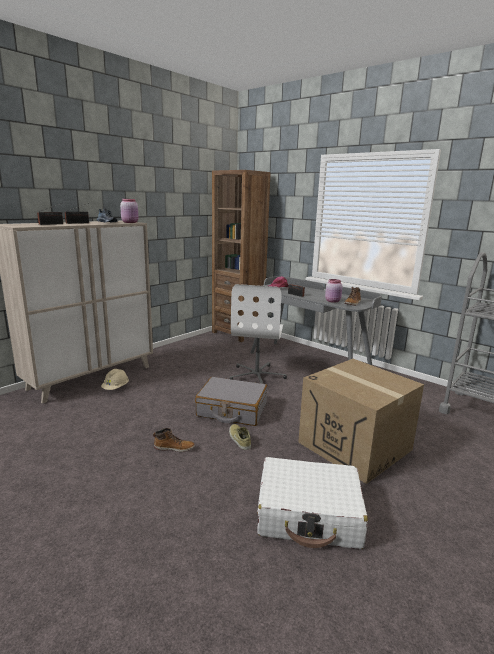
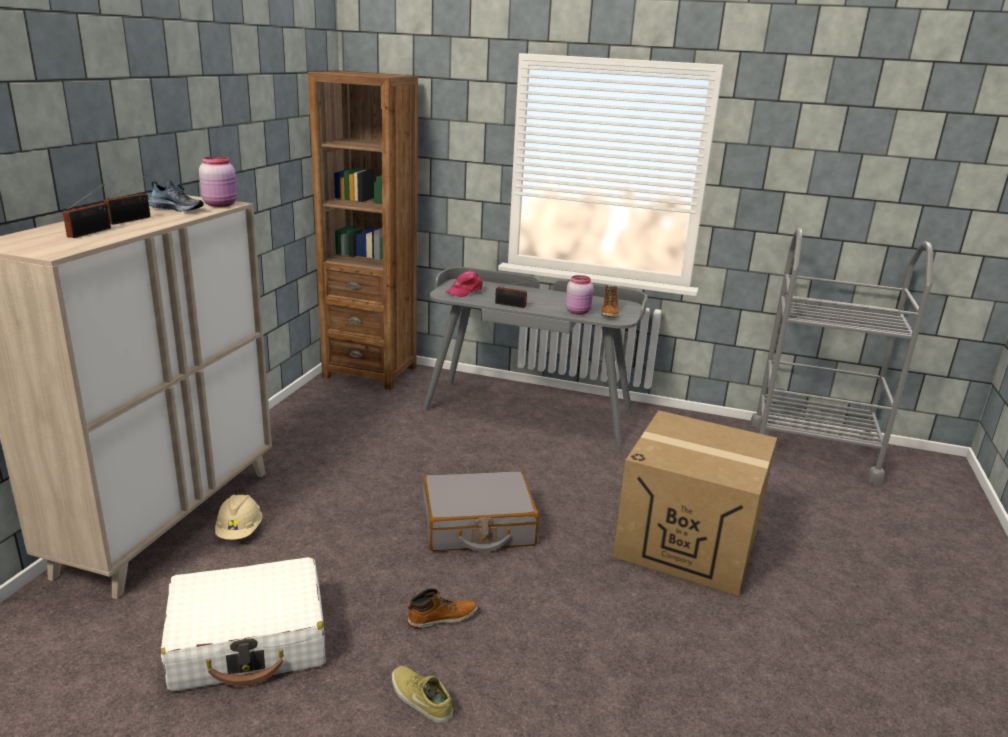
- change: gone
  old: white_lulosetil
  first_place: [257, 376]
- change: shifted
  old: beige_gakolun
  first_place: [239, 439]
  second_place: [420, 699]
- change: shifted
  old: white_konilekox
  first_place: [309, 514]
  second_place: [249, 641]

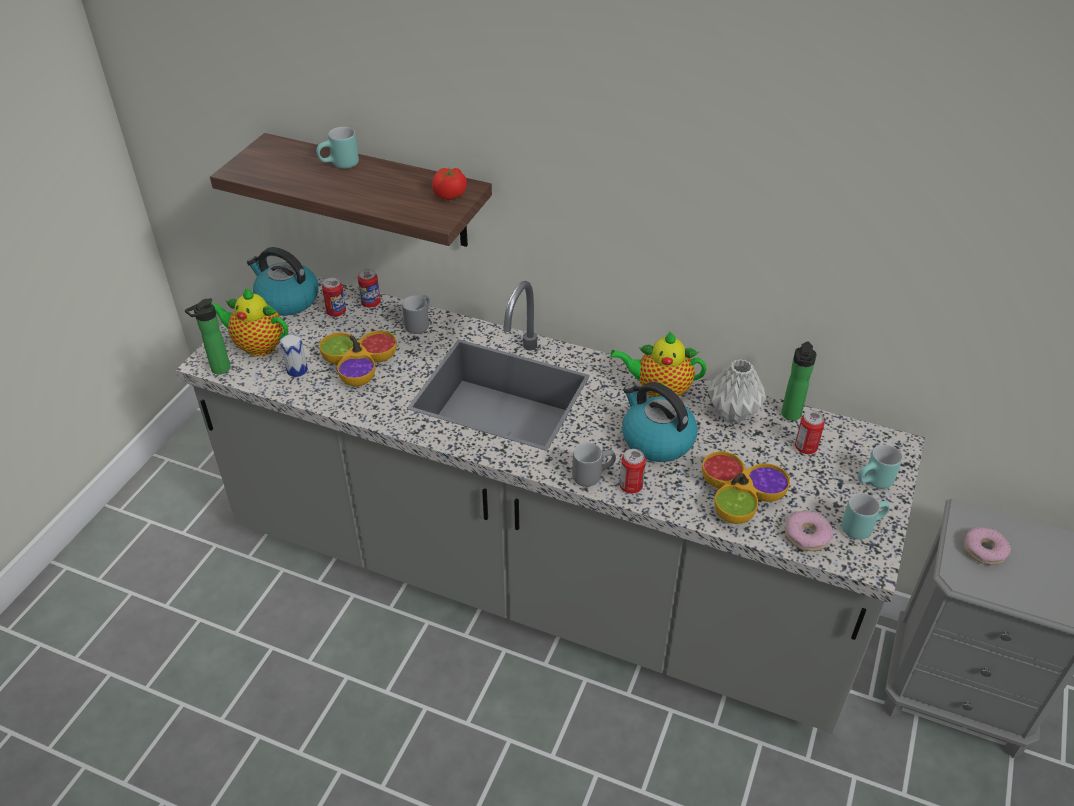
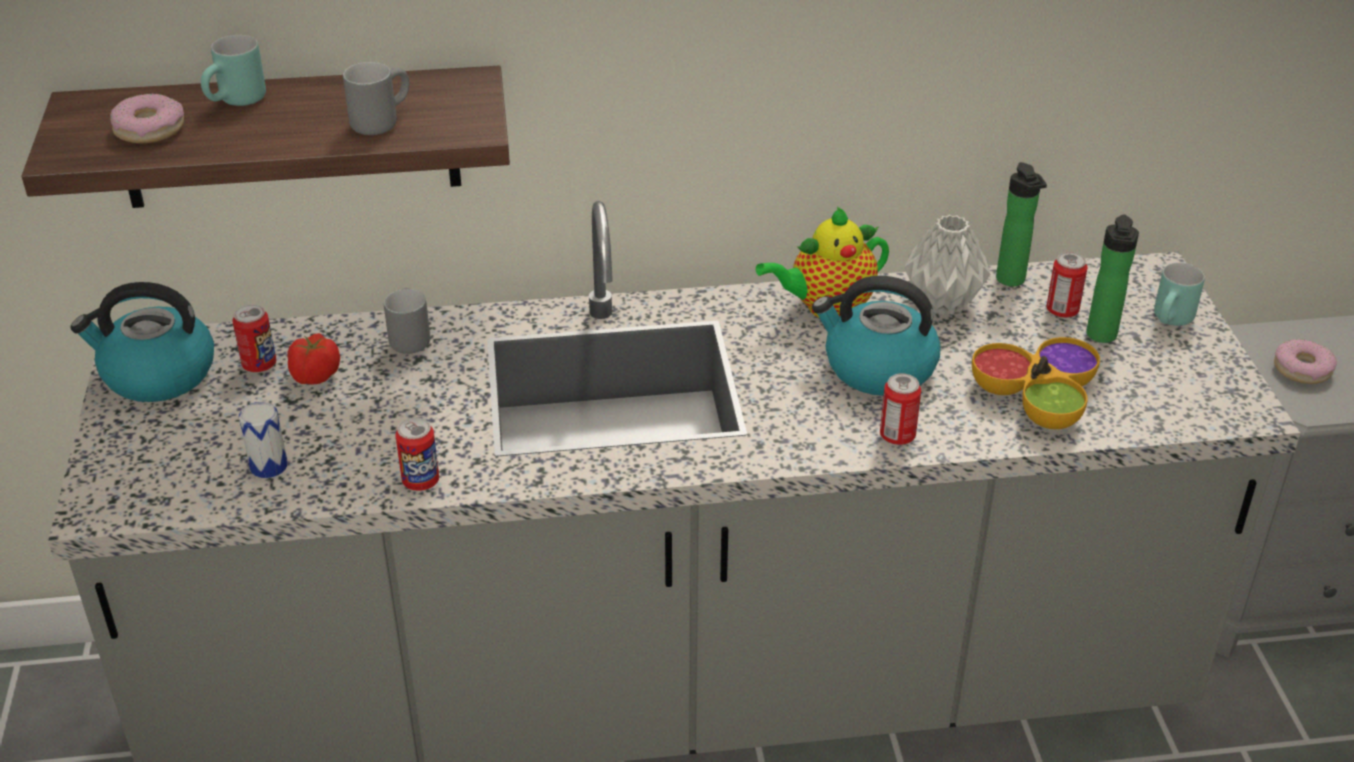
- change: shifted
  old: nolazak
  first_place: [218, 370]
  second_place: [1101, 337]
- change: gone
  old: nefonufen
  first_place: [256, 345]
- change: gone
  old: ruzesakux
  first_place: [359, 365]
- change: shifted
  old: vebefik
  first_place: [371, 303]
  second_place: [421, 481]
- change: shifted
  old: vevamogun
  first_place: [449, 195]
  second_place: [315, 376]
- change: shifted
  old: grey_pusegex
  first_place: [592, 474]
  second_place: [380, 121]
- change: shifted
  old: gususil
  first_place: [807, 535]
  second_place: [150, 129]
- change: gone
  old: turquoise_pusegex
  first_place: [861, 526]

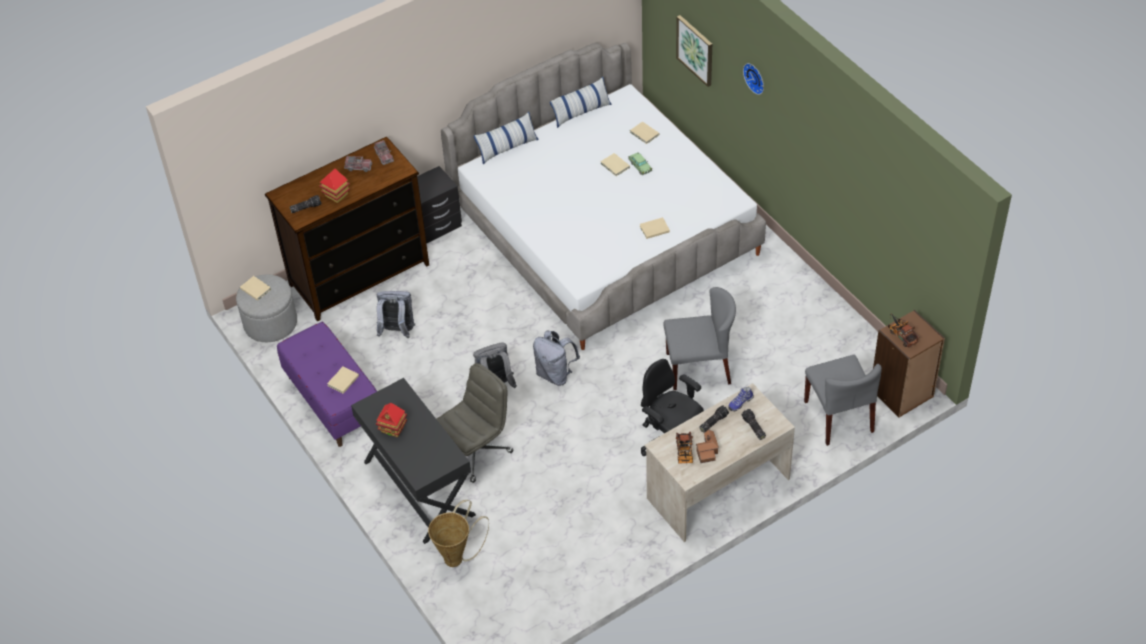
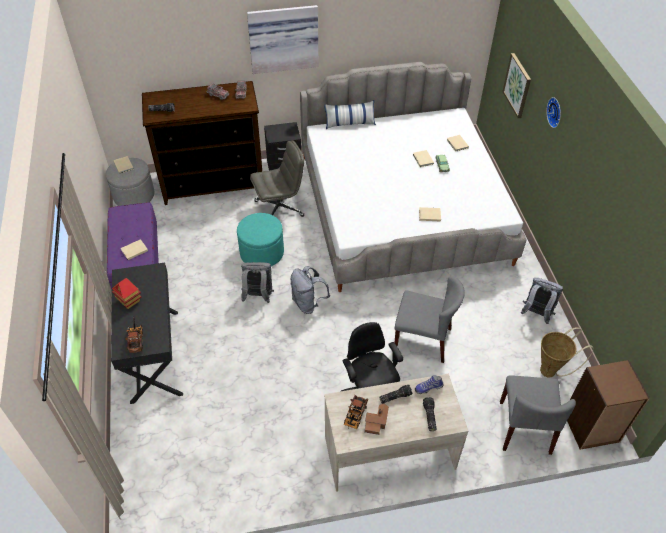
- change: gone
  old: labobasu
  first_place: [336, 195]
- change: shifted
  old: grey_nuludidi
  first_place: [397, 331]
  second_place: [536, 314]
- change: shifted
  old: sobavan
  first_place: [457, 557]
  second_place: [551, 370]
- change: shifted
  old: grey_lulosetil
  first_place: [475, 451]
  second_place: [279, 208]
- change: gone
  old: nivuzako
  first_place: [581, 112]
- change: shifted
  old: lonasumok
  first_place: [901, 334]
  second_place: [136, 339]
- change: new
  new: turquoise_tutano
  second_place: [262, 252]
- change: new
  new: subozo
  second_place: [283, 38]

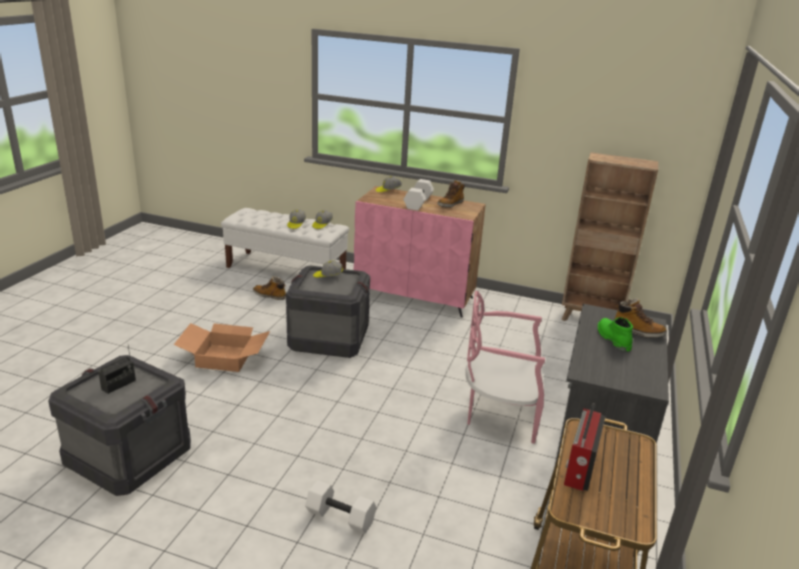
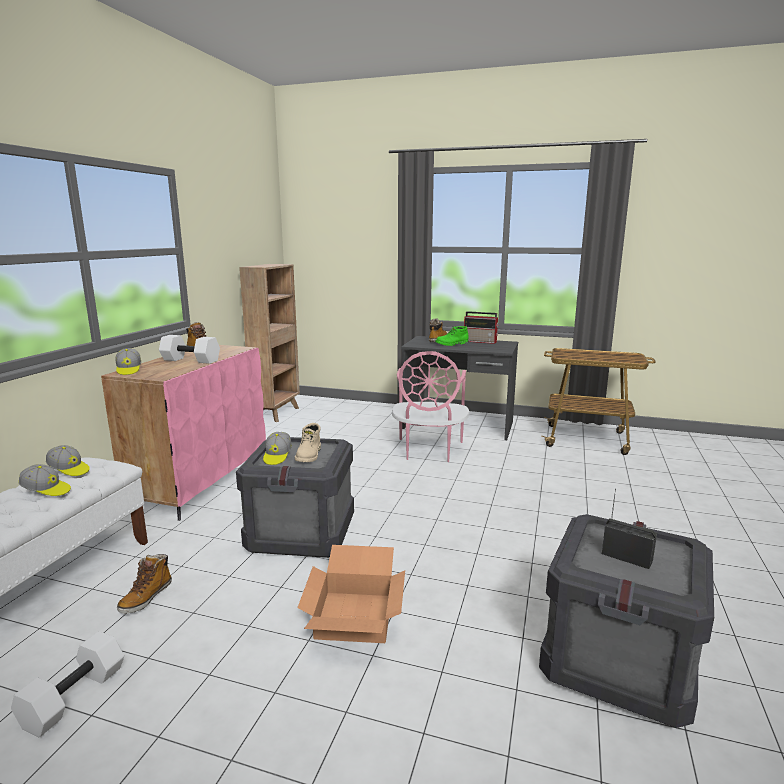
- change: shifted
  old: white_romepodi
  first_place: [339, 517]
  second_place: [74, 698]
- change: shifted
  old: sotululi
  first_place: [579, 469]
  second_place: [481, 341]
- change: new
  new: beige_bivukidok
  second_place: [309, 455]

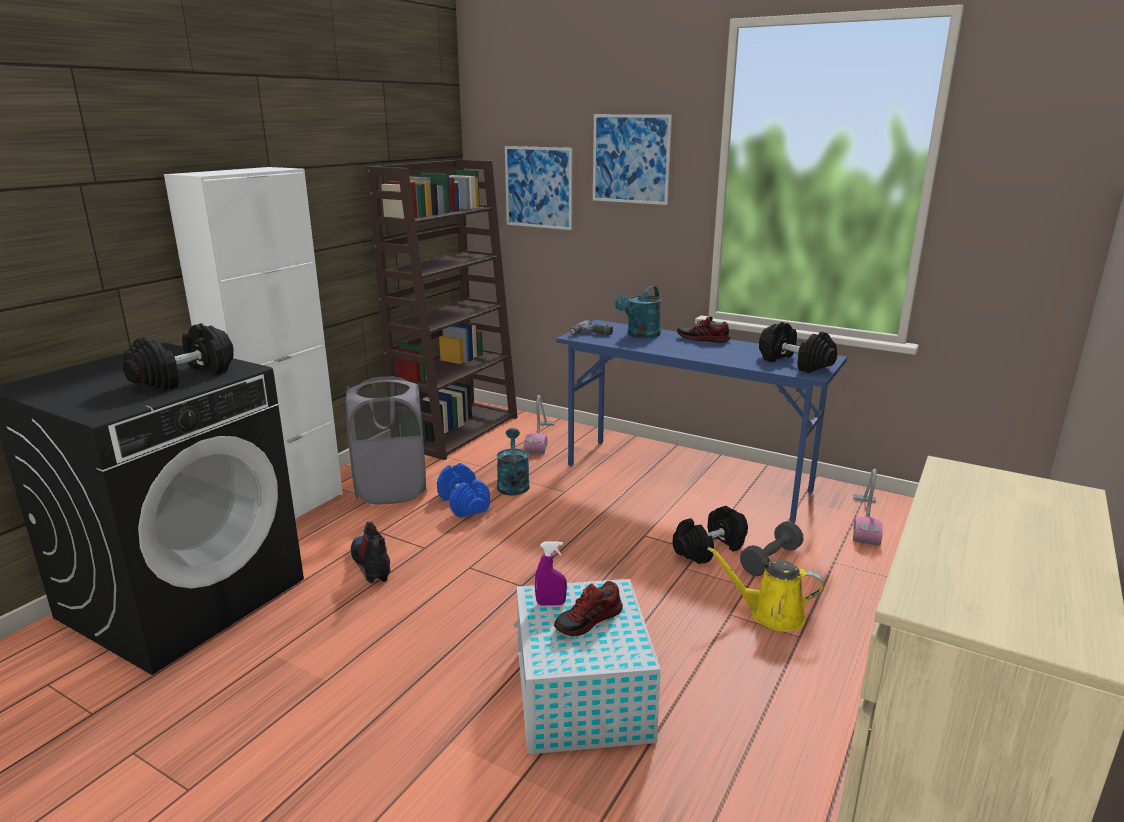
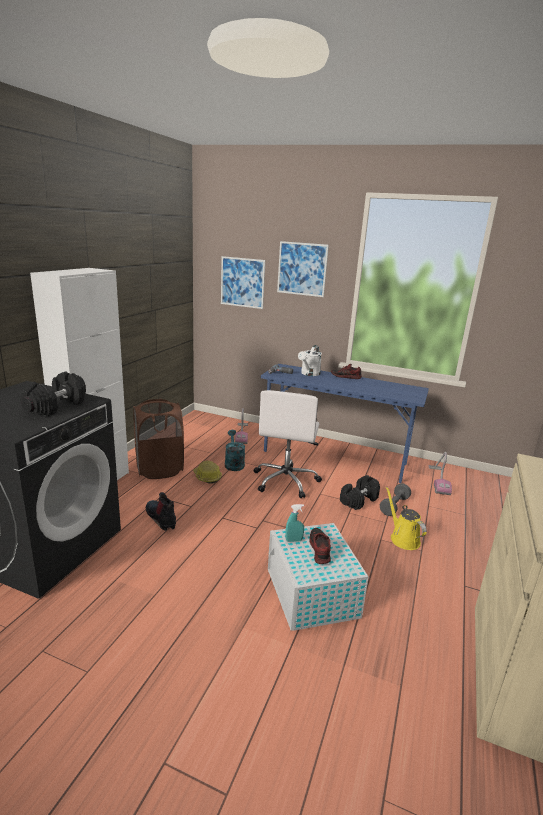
- change: repainted
  old: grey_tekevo
  new: brown_tekevo
  first_place: [392, 489]
  second_place: [159, 469]
- change: gone
  old: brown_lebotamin
  first_place: [457, 430]
- change: swapped
  old: blue_romepodi
  new: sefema
  first_place: [463, 503]
  second_place: [207, 477]
- change: repainted
  old: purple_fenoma
  new: turquoise_fenoma
  first_place: [550, 603]
  second_place: [293, 540]
- change: rotated
  old: gakolun
  first_place: [588, 620]
  second_place: [319, 549]
  degrees: 135
- change: repainted
  old: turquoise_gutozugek
  new: white_gutozugek
  first_place: [640, 335]
  second_place: [309, 374]
- change: rotated
  old: yellow_gutozugek
  first_place: [771, 615]
  second_place: [403, 538]
  degrees: 60
- change: gone
  old: black_romepodi
  first_place: [795, 363]
- change: new
  new: white_lulosetil
  second_place: [286, 481]

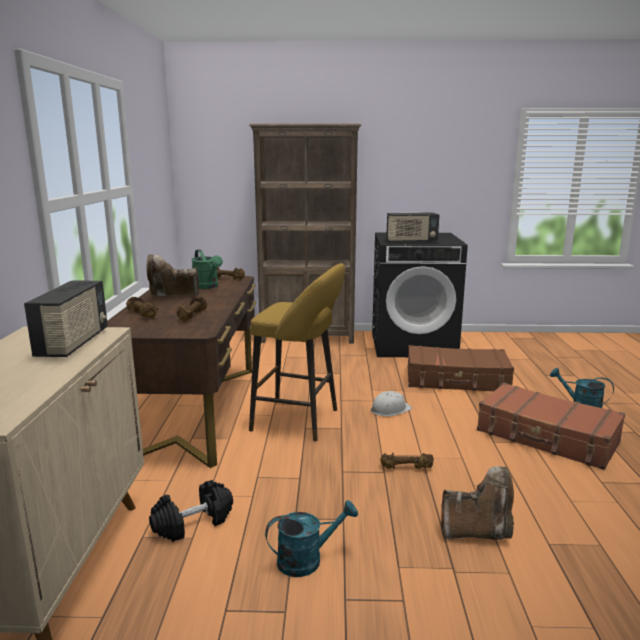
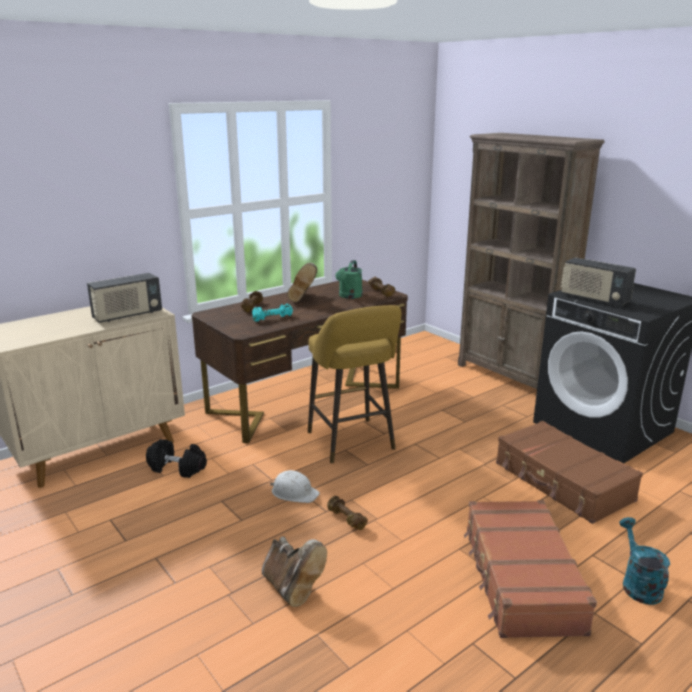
- change: rotated
  old: brown_bivukidok
  first_place: [172, 298]
  second_place: [302, 299]
  degrees: -120
- change: repainted
  old: brown_romepodi
  new: turquoise_romepodi
  first_place: [191, 316]
  second_place: [272, 318]
- change: gone
  old: turquoise_gutozugek
  first_place: [307, 559]
- change: shifted
  old: white_sefema
  first_place: [390, 409]
  second_place: [294, 492]

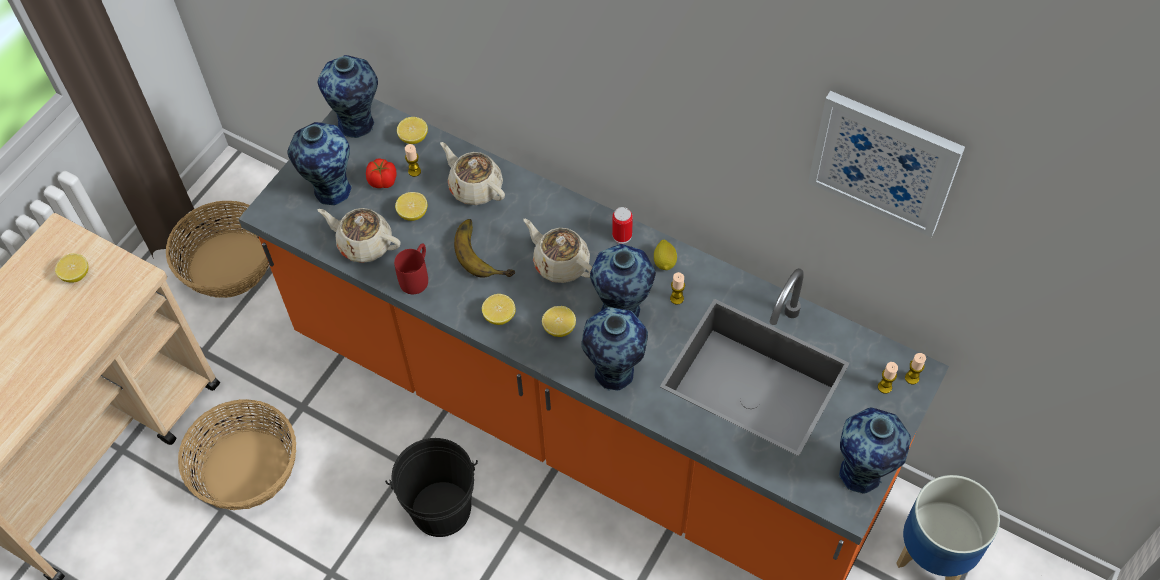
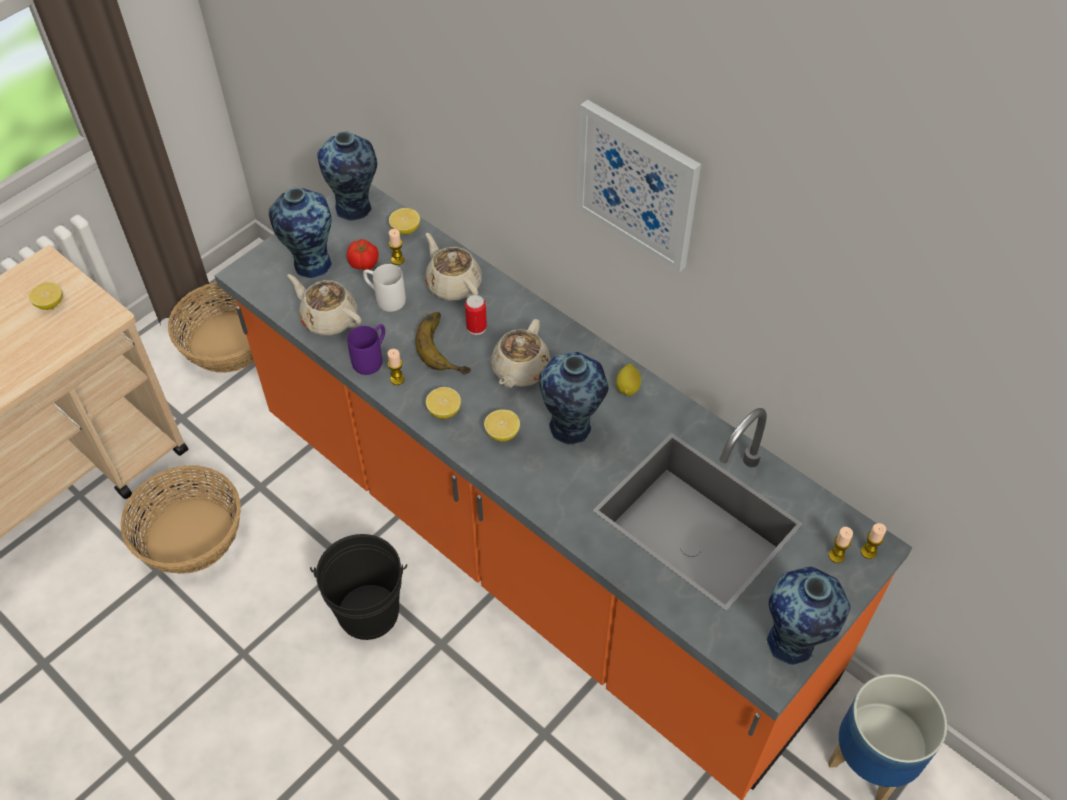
- change: repainted
  old: red_pusegex
  new: purple_pusegex
  first_place: [417, 276]
  second_place: [372, 358]
- change: swapped
  old: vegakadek
  new: white_pusegex
  first_place: [413, 213]
  second_place: [385, 298]
- change: rotated
  old: beige_nefonufen
  first_place: [560, 263]
  second_place: [520, 370]
  degrees: -120
- change: gone
  old: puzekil
  first_place: [614, 374]
- change: shifted
  old: vebefik
  first_place: [622, 236]
  second_place: [476, 327]
- change: shifted
  old: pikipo
  first_place: [676, 298]
  second_place: [397, 379]
- change: shifted
  old: subozo
  first_place: [884, 162]
  second_place: [637, 185]

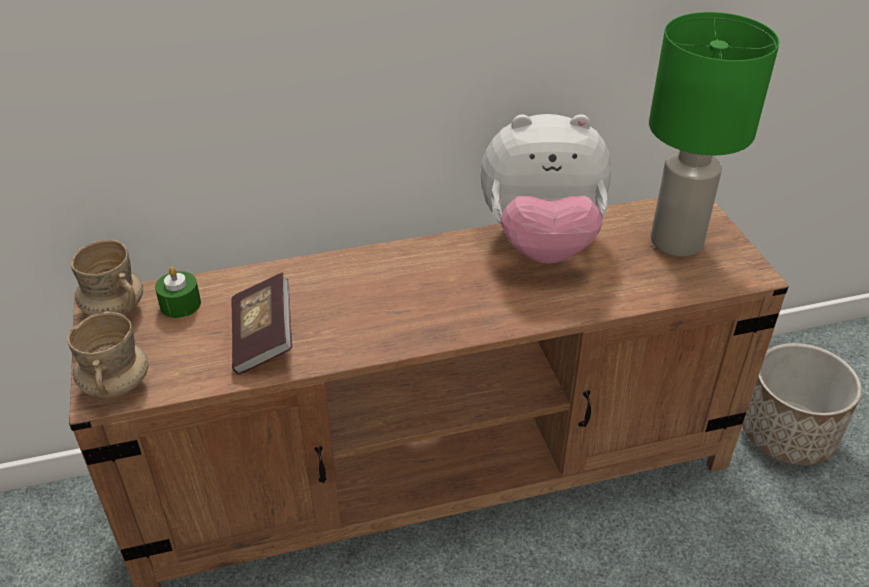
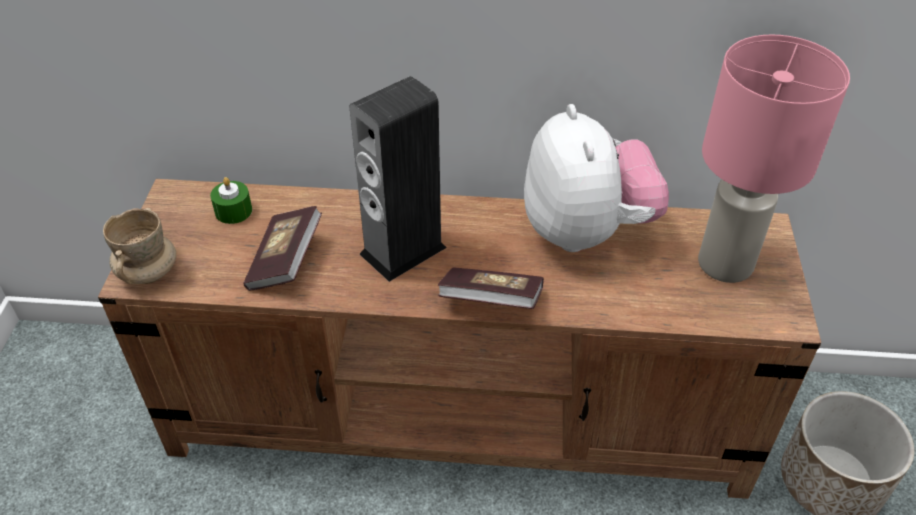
- change: gone
  old: beige_pusegex
  first_place: [114, 309]
- change: rotated
  old: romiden
  first_place: [541, 243]
  second_place: [586, 231]
  degrees: -120
- change: repainted
  old: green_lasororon
  new: pink_lasororon
  first_place: [678, 242]
  second_place: [726, 265]
- change: new
  new: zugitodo
  second_place: [403, 250]
- change: new
  new: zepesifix
  second_place: [491, 301]

